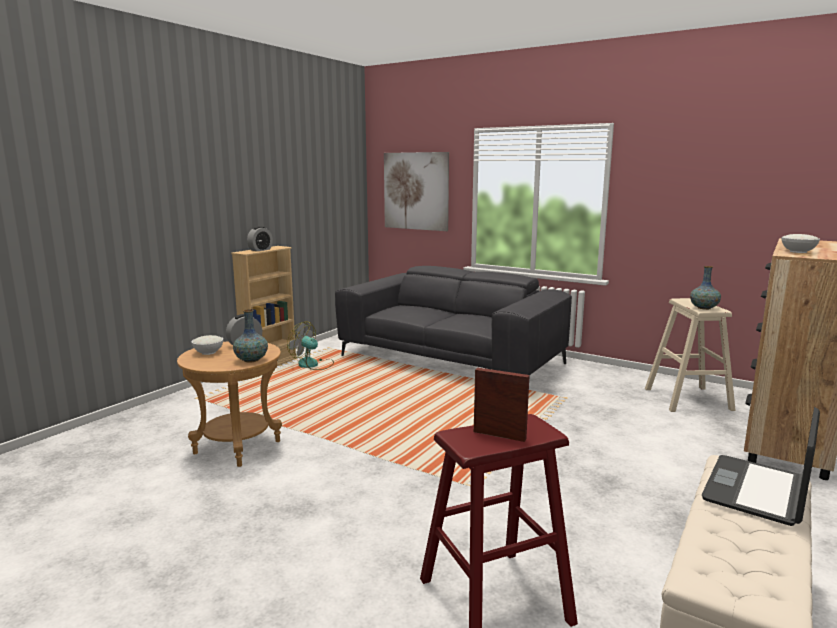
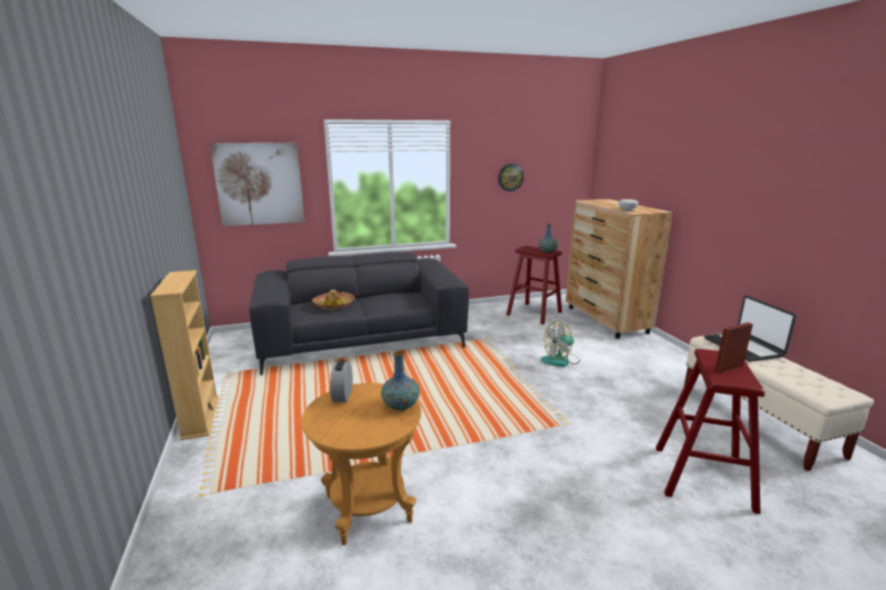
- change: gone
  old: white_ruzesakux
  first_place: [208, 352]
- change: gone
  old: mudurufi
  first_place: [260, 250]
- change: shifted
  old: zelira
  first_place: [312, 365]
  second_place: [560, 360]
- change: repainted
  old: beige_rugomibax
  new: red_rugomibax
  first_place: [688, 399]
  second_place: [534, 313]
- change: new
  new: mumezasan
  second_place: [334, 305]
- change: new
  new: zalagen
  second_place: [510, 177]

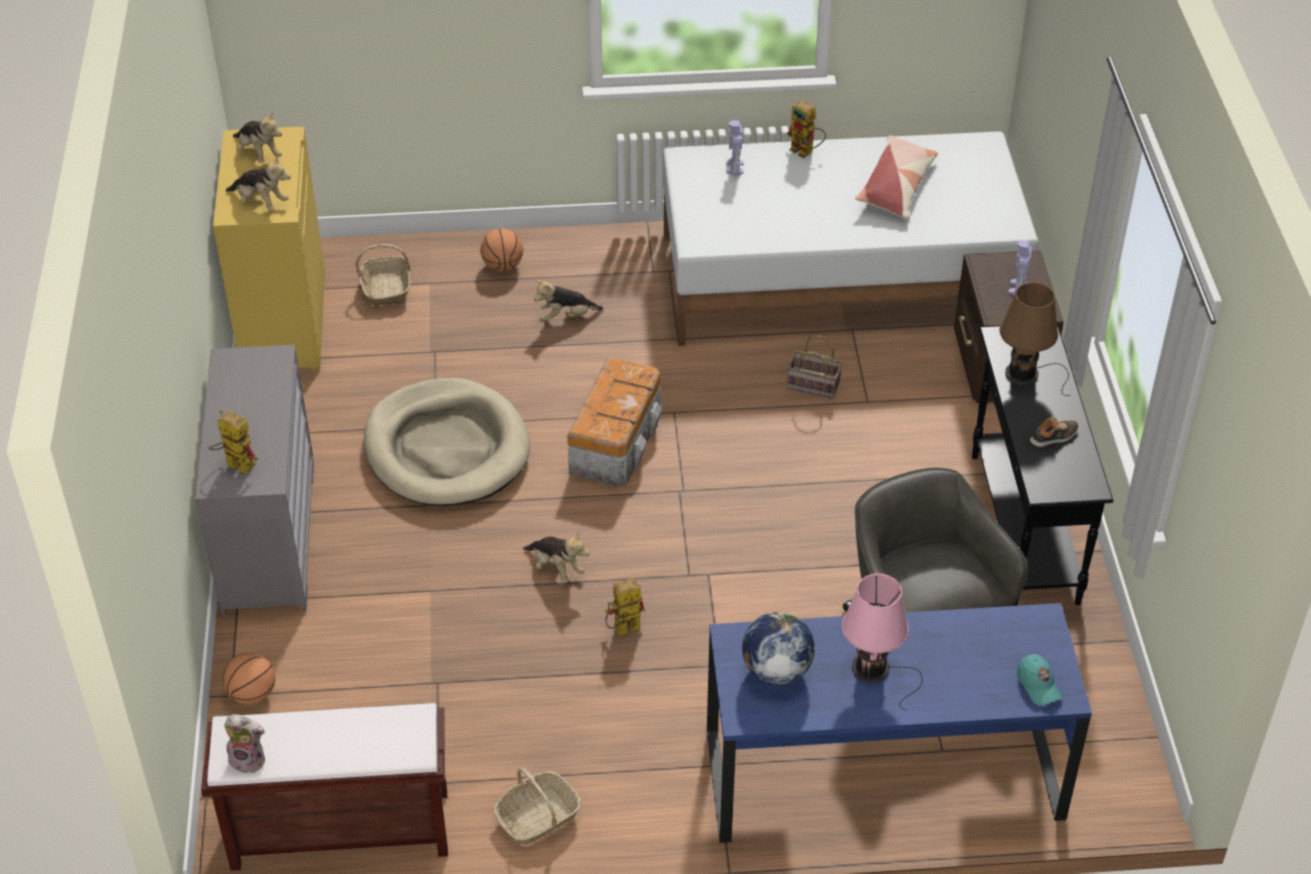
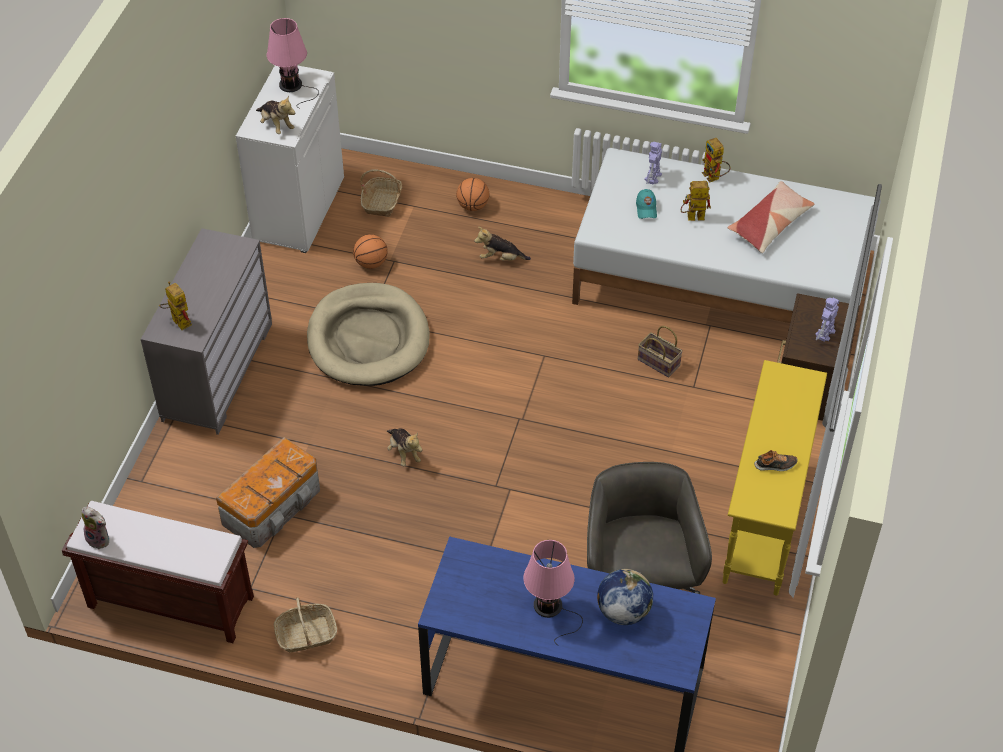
- change: repainted
  old: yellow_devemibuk
  new: white_devemibuk
  first_place: [282, 321]
  second_place: [298, 209]
- change: shifted
  old: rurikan
  first_place: [252, 695]
  second_place: [371, 263]
- change: swapped
  old: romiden
  new: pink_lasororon
  first_place: [259, 153]
  second_place: [292, 86]
- change: shifted
  old: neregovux
  first_place: [617, 441]
  second_place: [274, 506]
- change: shifted
  old: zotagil
  first_place: [622, 630]
  second_place: [691, 218]
- change: shifted
  old: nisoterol
  first_place: [776, 670]
  second_place: [623, 611]
- change: repainted
  old: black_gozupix
  new: yellow_gozupix
  first_place: [1023, 528]
  second_place: [763, 522]
- change: gone
  old: brown_lasororon
  first_place: [1026, 374]
- change: shifted
  old: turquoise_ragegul
  first_place: [1038, 685]
  second_place: [646, 209]

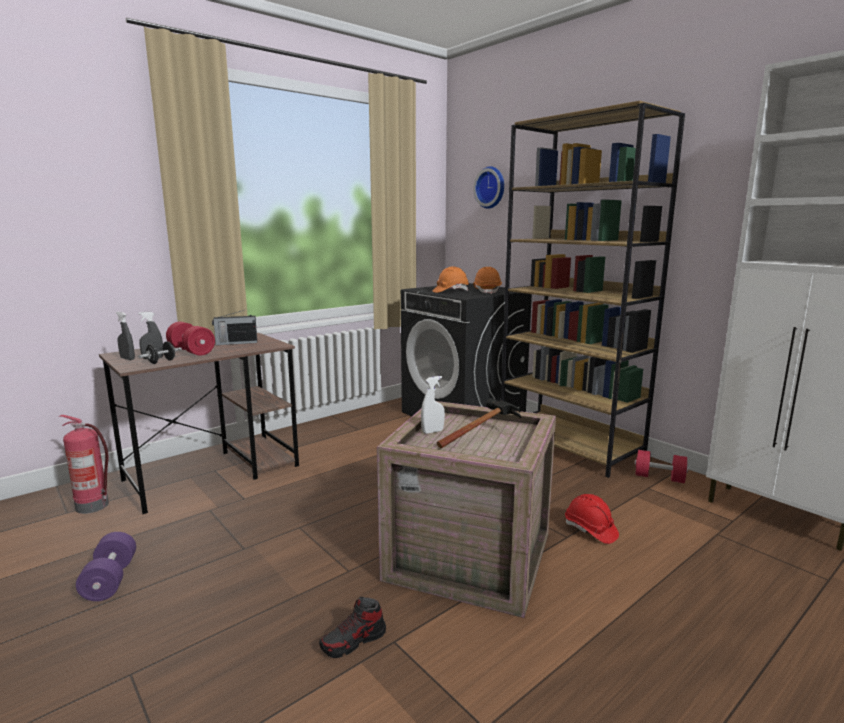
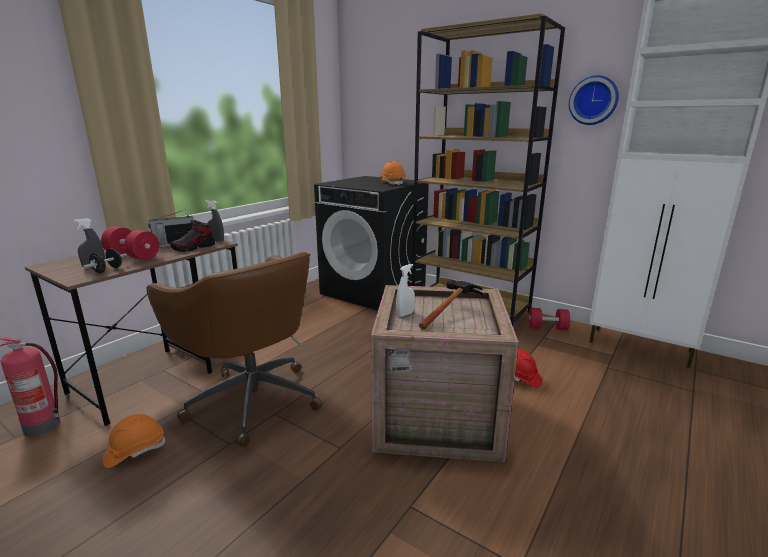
- change: gone
  old: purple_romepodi
  first_place: [110, 580]
- change: shifted
  old: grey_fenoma
  first_place: [127, 359]
  second_place: [216, 241]
- change: shifted
  old: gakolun
  first_place: [353, 641]
  second_place: [194, 248]
- change: shifted
  old: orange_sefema
  first_place: [450, 291]
  second_place: [135, 451]
- change: shifted
  old: zalagen
  first_place: [491, 187]
  second_place: [593, 100]
- change: new
  new: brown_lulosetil
  second_place: [252, 398]

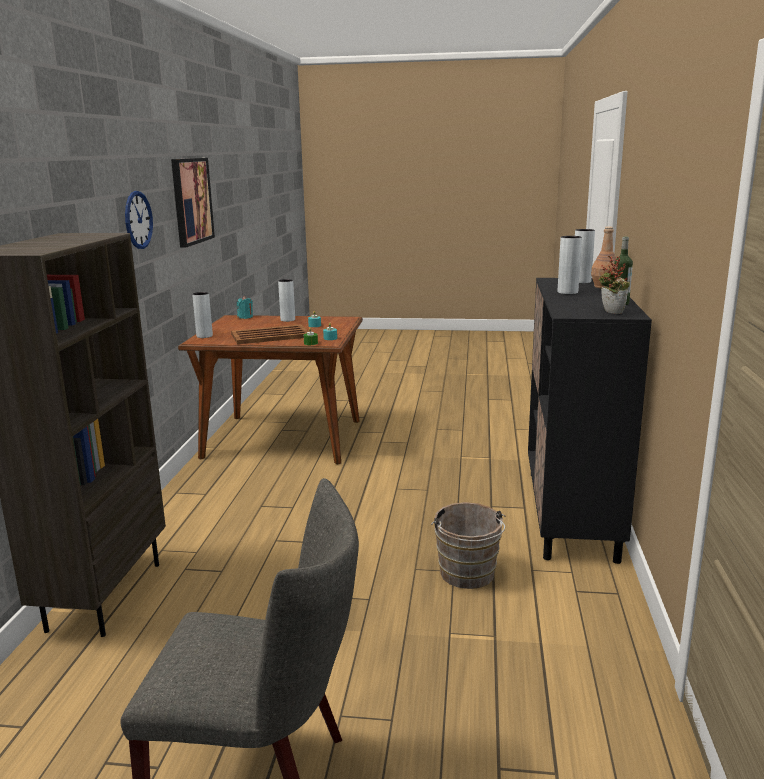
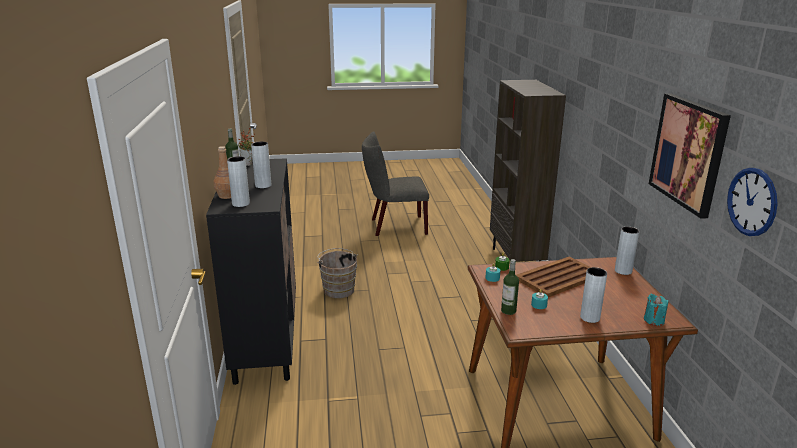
- change: shifted
  old: zalagen
  first_place: [138, 220]
  second_place: [752, 202]
- change: new
  new: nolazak
  second_place: [508, 311]

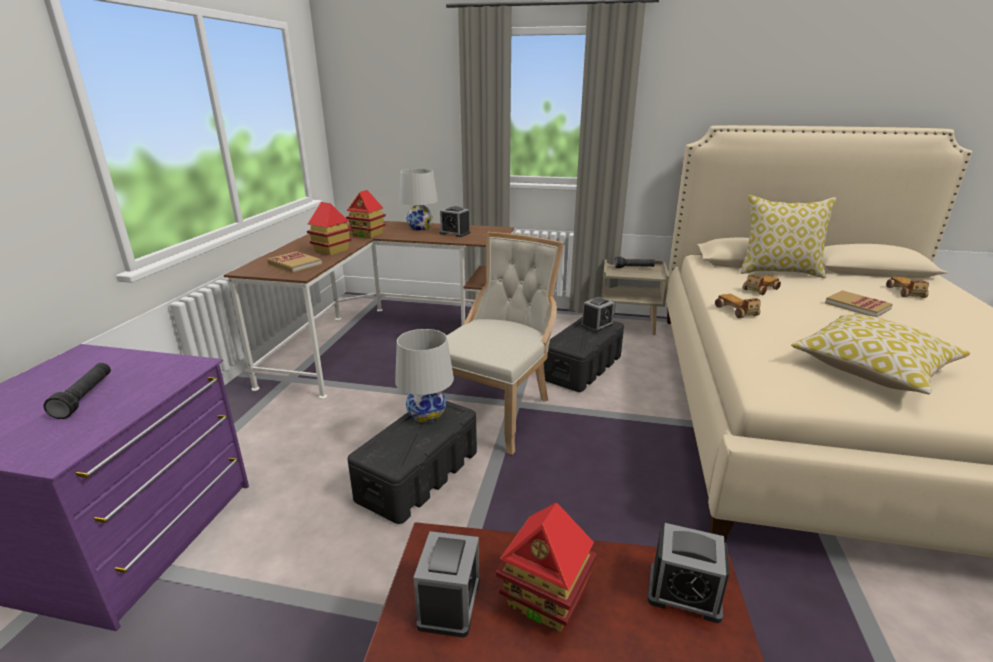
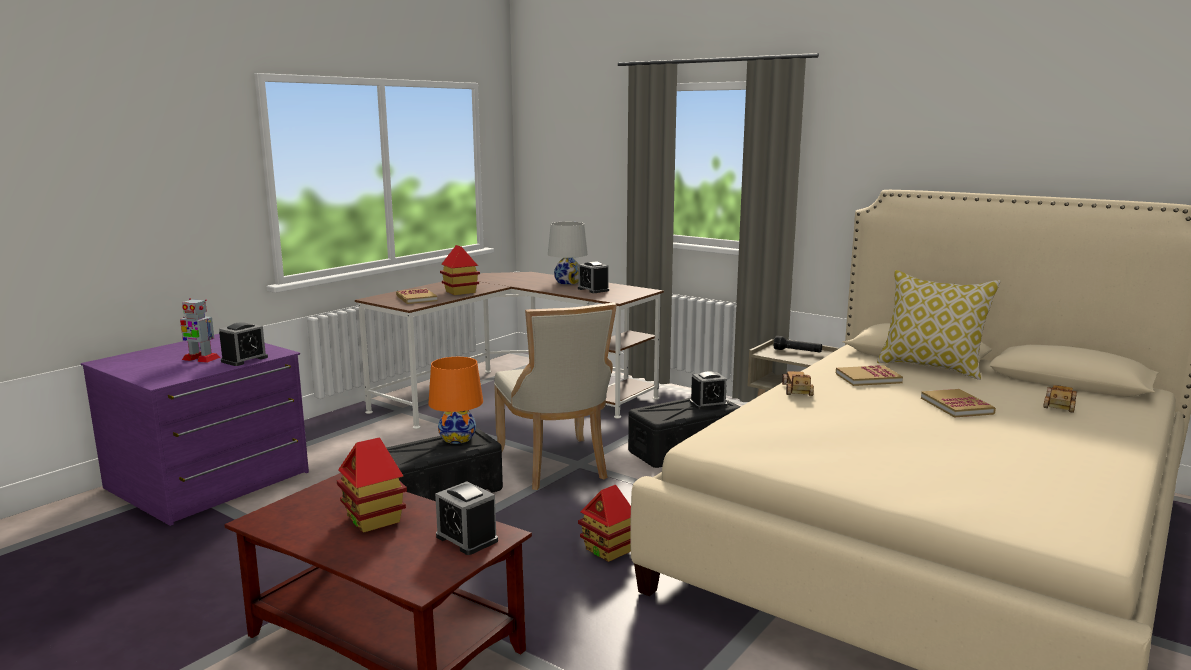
- change: swapped
  old: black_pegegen
  new: zotagil
  first_place: [85, 397]
  second_place: [200, 358]
- change: shifted
  old: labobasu
  first_place: [368, 235]
  second_place: [608, 550]
- change: repainted
  old: white_lasororon
  new: orange_lasororon
  first_place: [426, 414]
  second_place: [457, 438]
- change: shifted
  old: mudurufi
  first_place: [449, 602]
  second_place: [244, 359]
- change: rotated
  old: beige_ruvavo
  first_place: [497, 411]
  second_place: [556, 466]
  degrees: 105
- change: swapped
  old: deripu
  new: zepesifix
  first_place: [760, 289]
  second_place: [868, 378]
- change: gone
  old: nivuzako
  first_place: [872, 369]

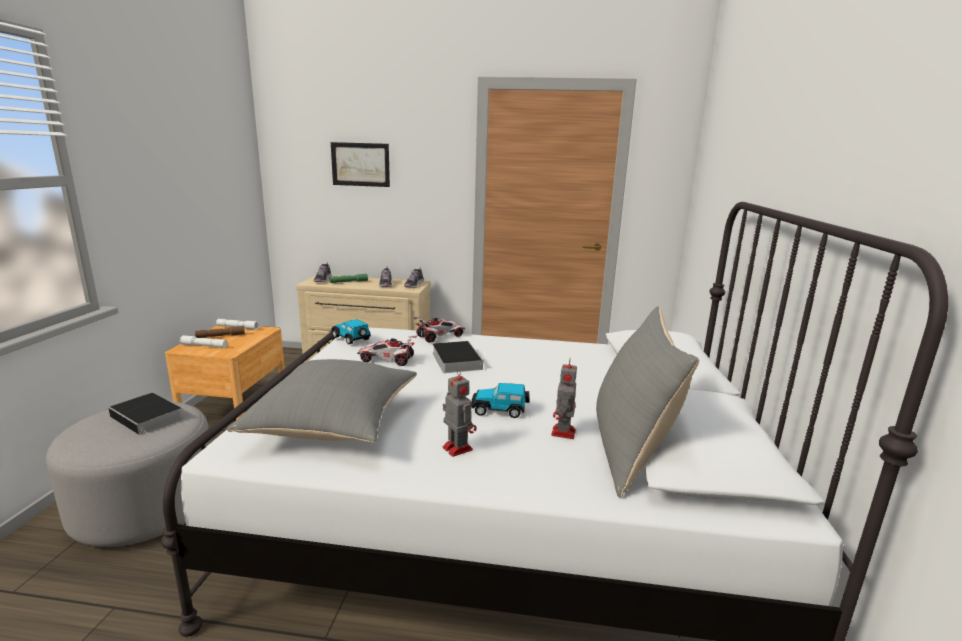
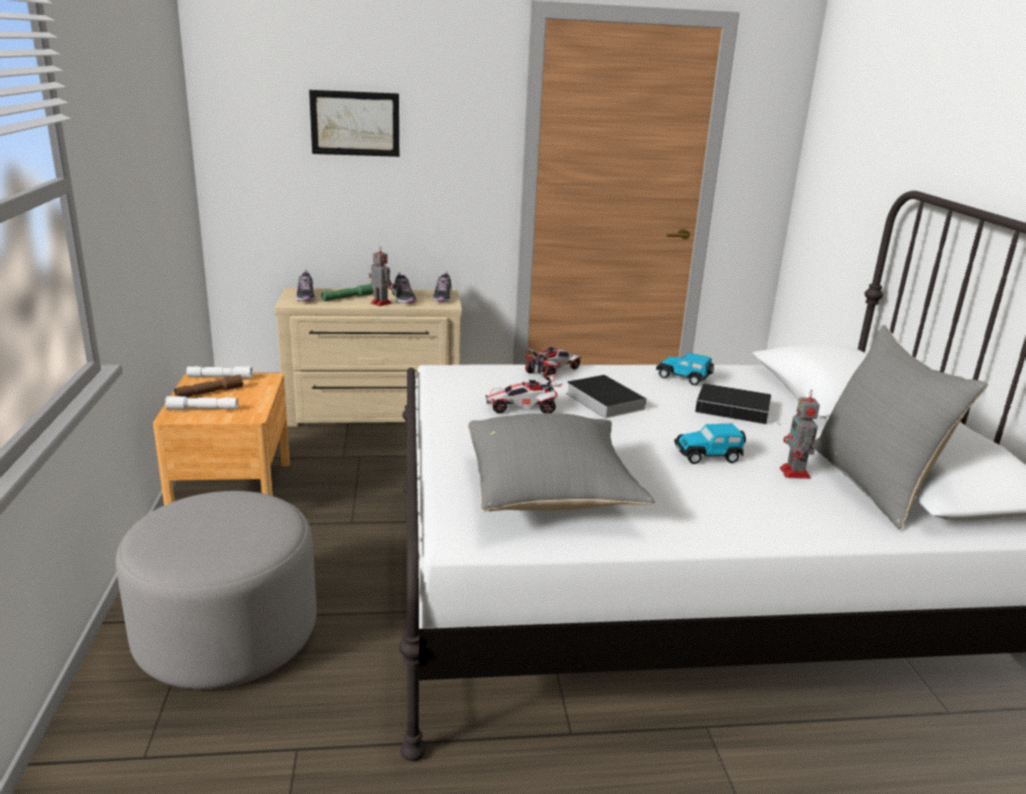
- change: shifted
  old: zepesifix
  first_place: [148, 417]
  second_place: [735, 409]
- change: shifted
  old: deripu
  first_place: [351, 338]
  second_place: [684, 377]
- change: shifted
  old: zotagil
  first_place: [456, 448]
  second_place: [380, 303]

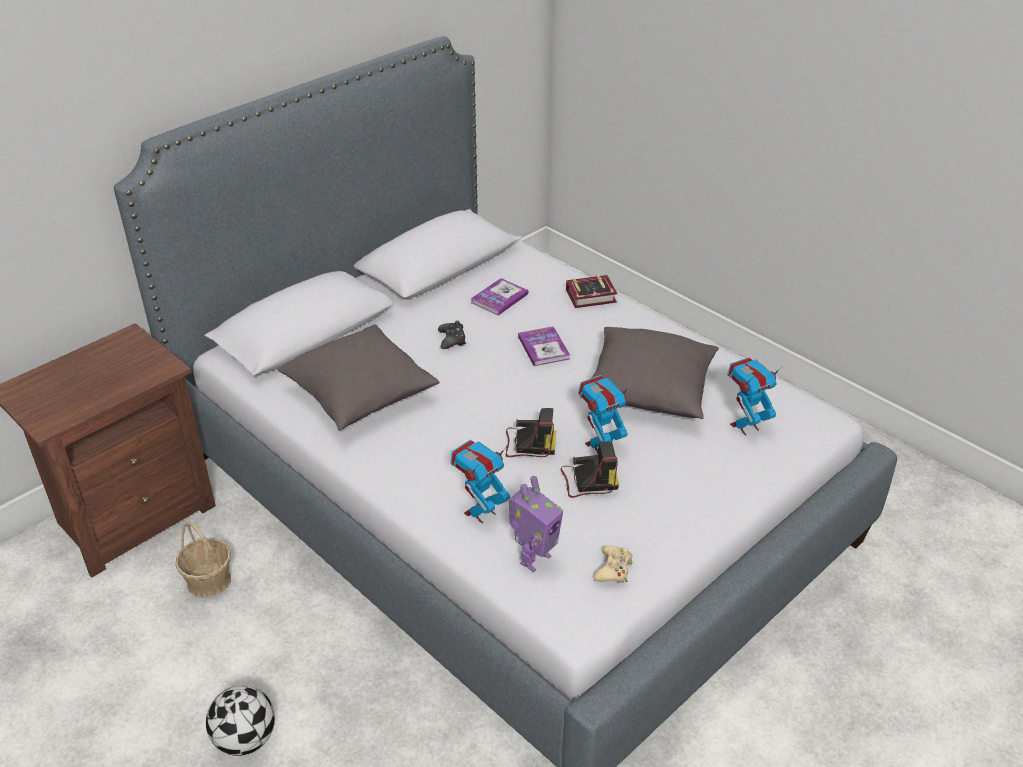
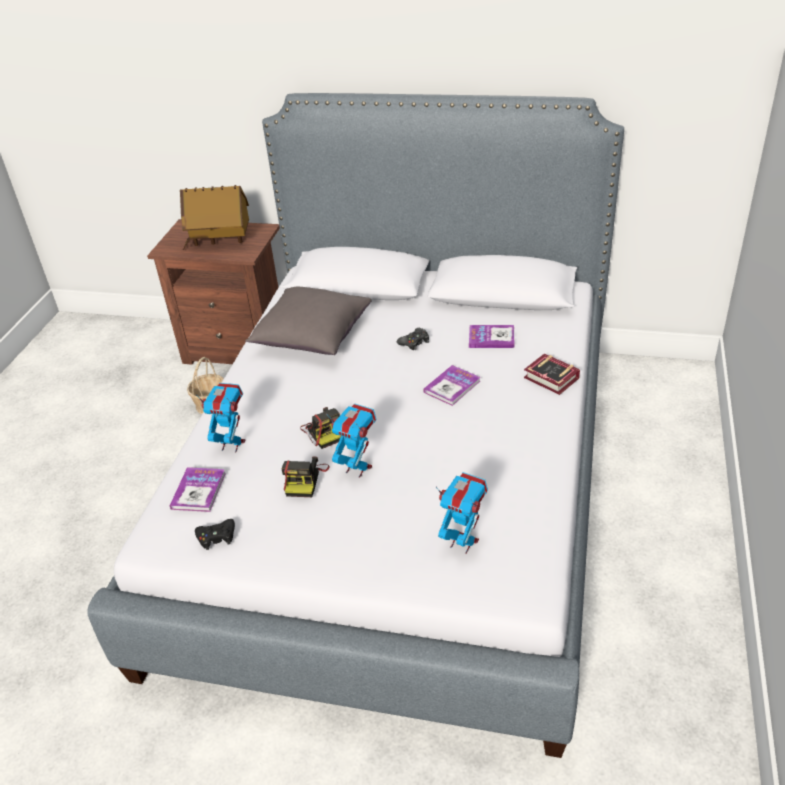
- change: gone
  old: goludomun
  first_place: [245, 739]
- change: swapped
  old: zotagil
  new: zepesifix
  first_place: [534, 559]
  second_place: [198, 491]
- change: rotated
  old: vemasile
  first_place: [588, 481]
  second_place: [305, 479]
  degrees: 45
- change: gone
  old: grey_nivuzako
  first_place: [648, 392]
- change: repainted
  old: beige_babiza
  new: black_babiza
  first_place: [613, 569]
  second_place: [216, 537]
- change: new
  new: labobasu
  second_place: [220, 240]

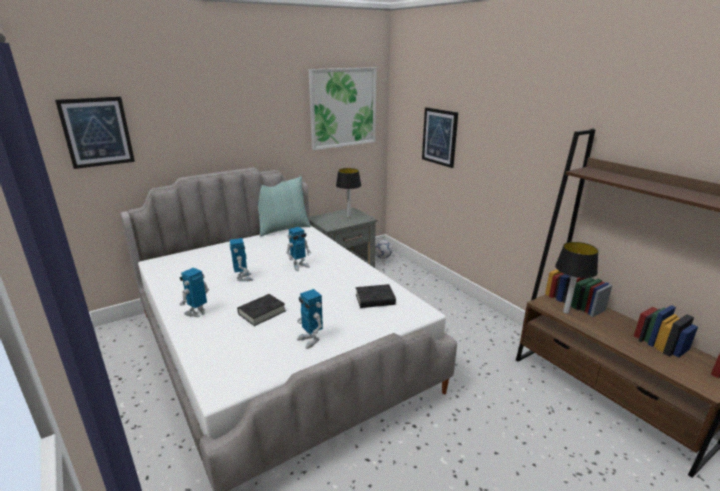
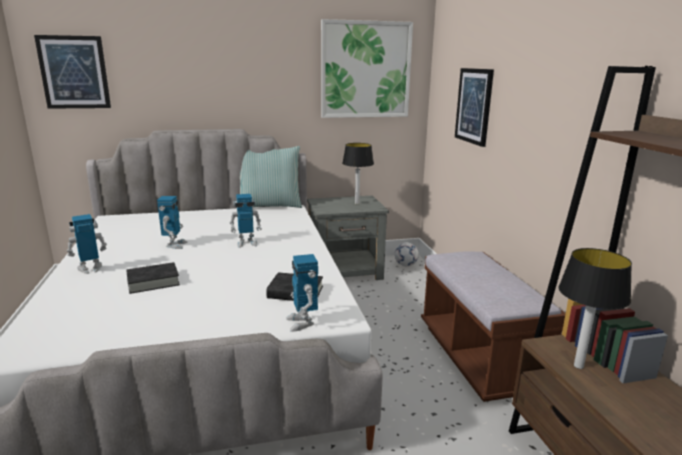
- change: shifted
  old: zotagil
  first_place: [310, 340]
  second_place: [302, 323]
- change: new
  new: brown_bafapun
  second_place: [478, 357]

